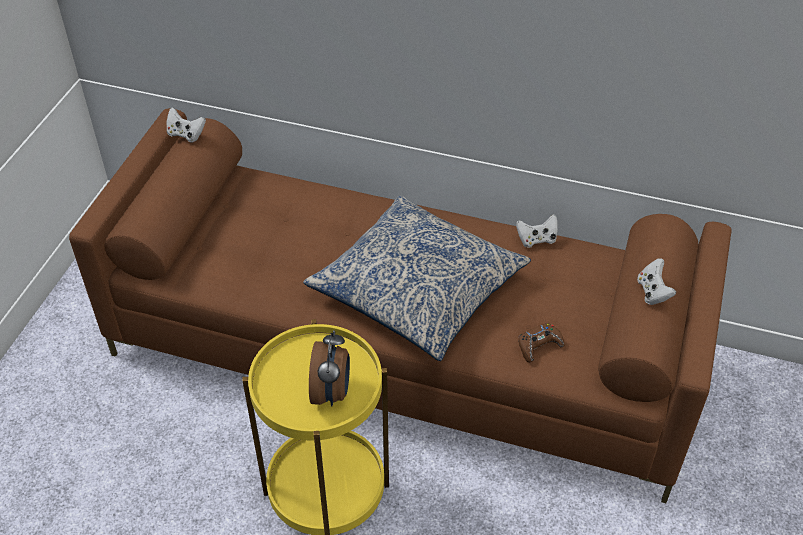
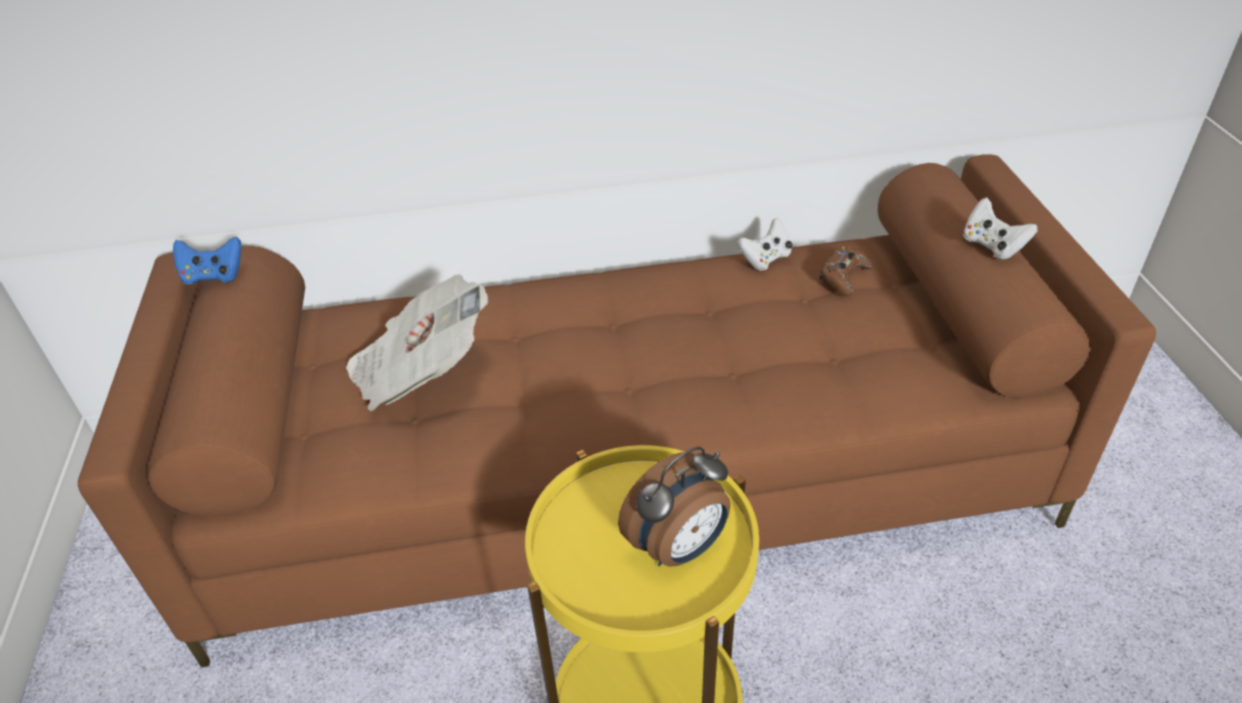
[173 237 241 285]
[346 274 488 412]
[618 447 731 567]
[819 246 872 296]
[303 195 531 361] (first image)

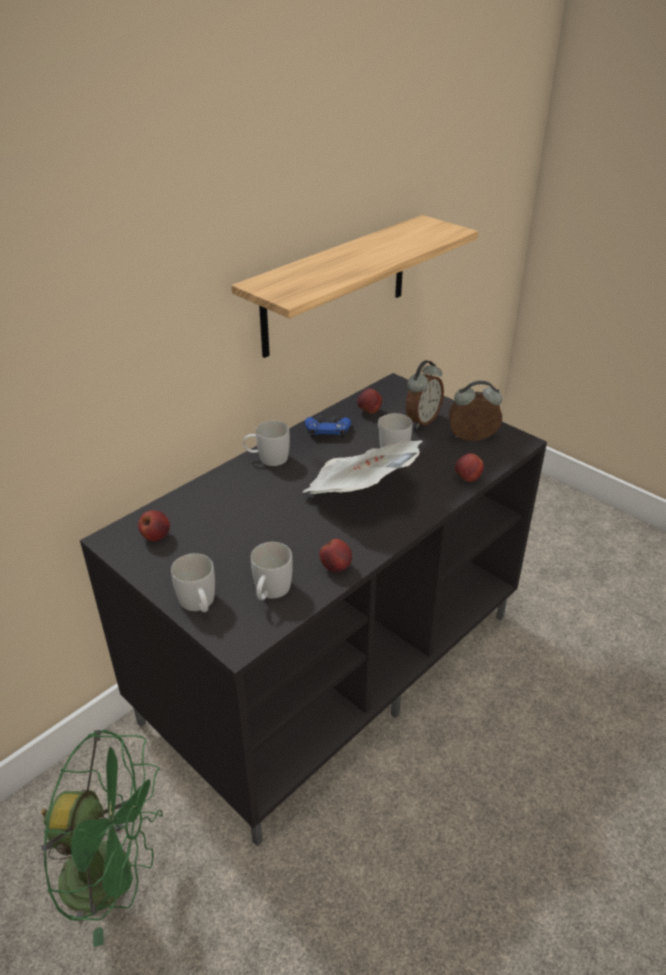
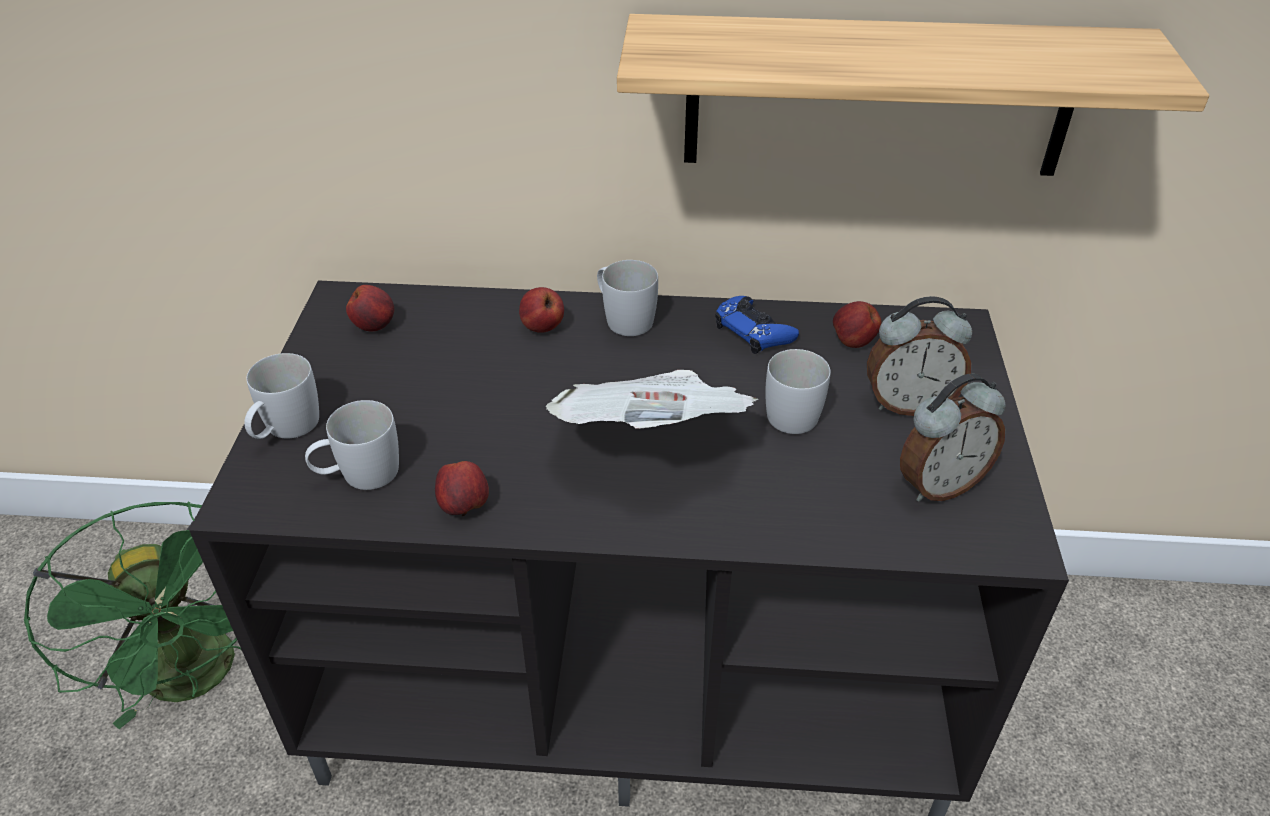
[519 287 564 333]
[900 374 1005 502]

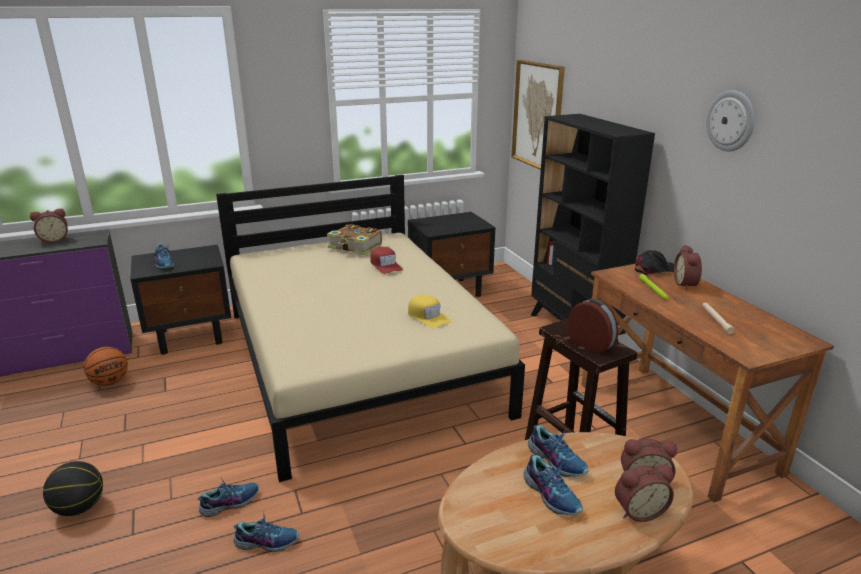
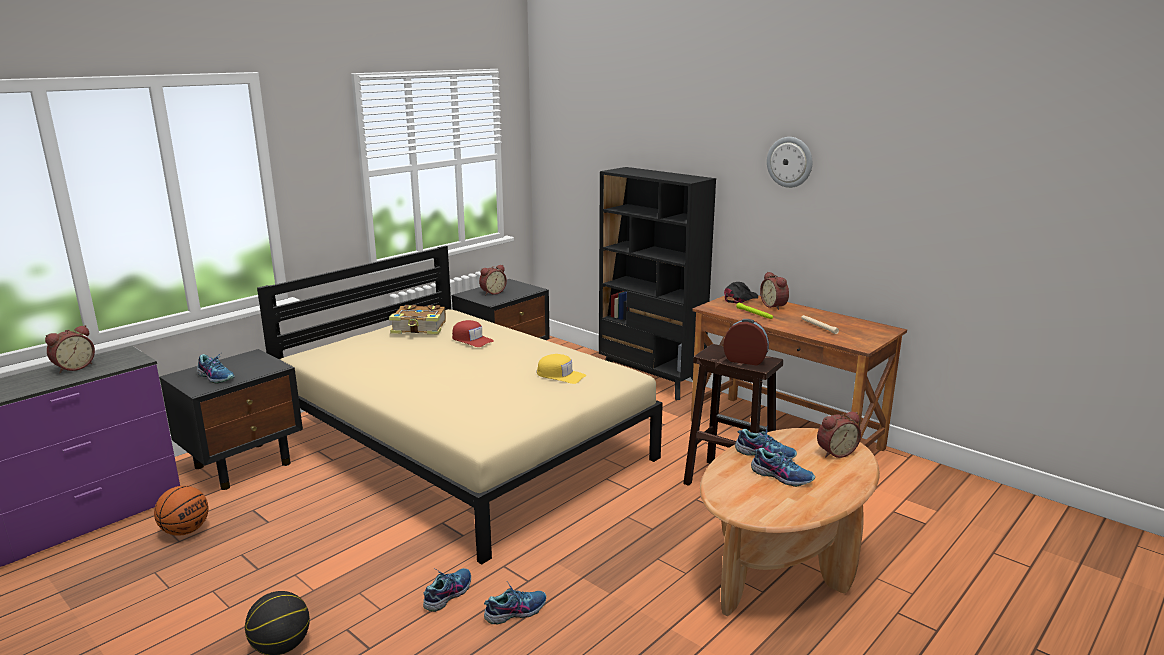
[479 265 507 295]
[512 60 565 170] (first image)

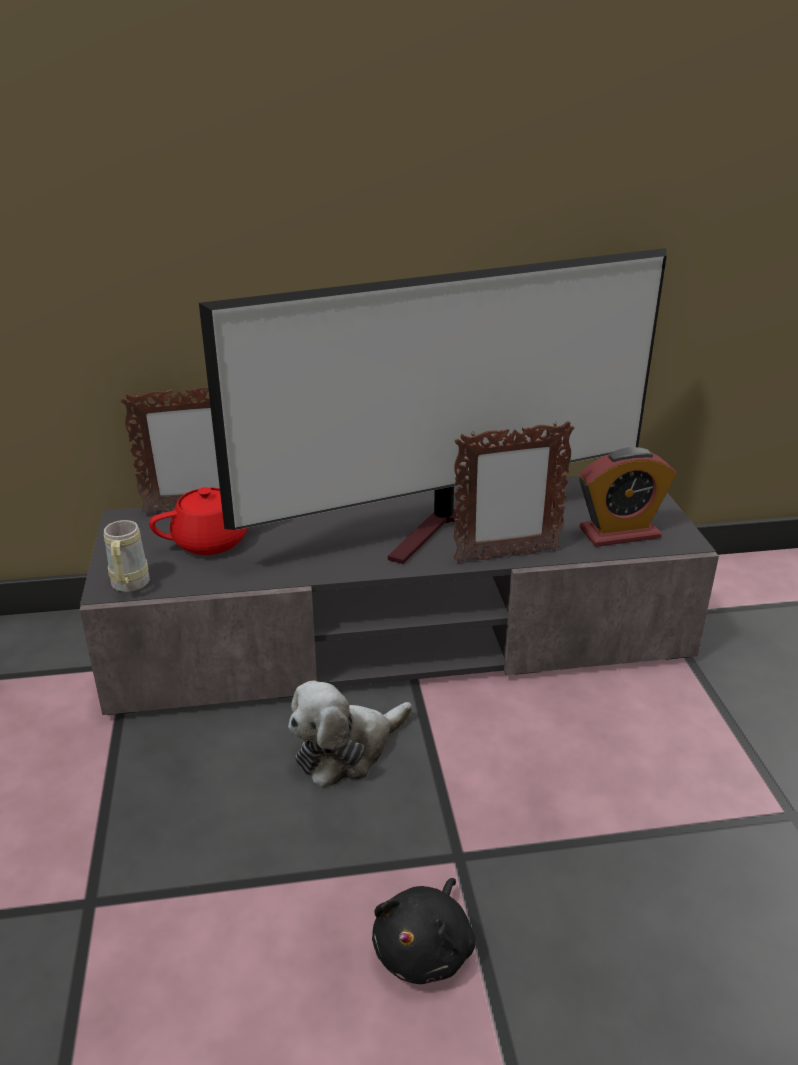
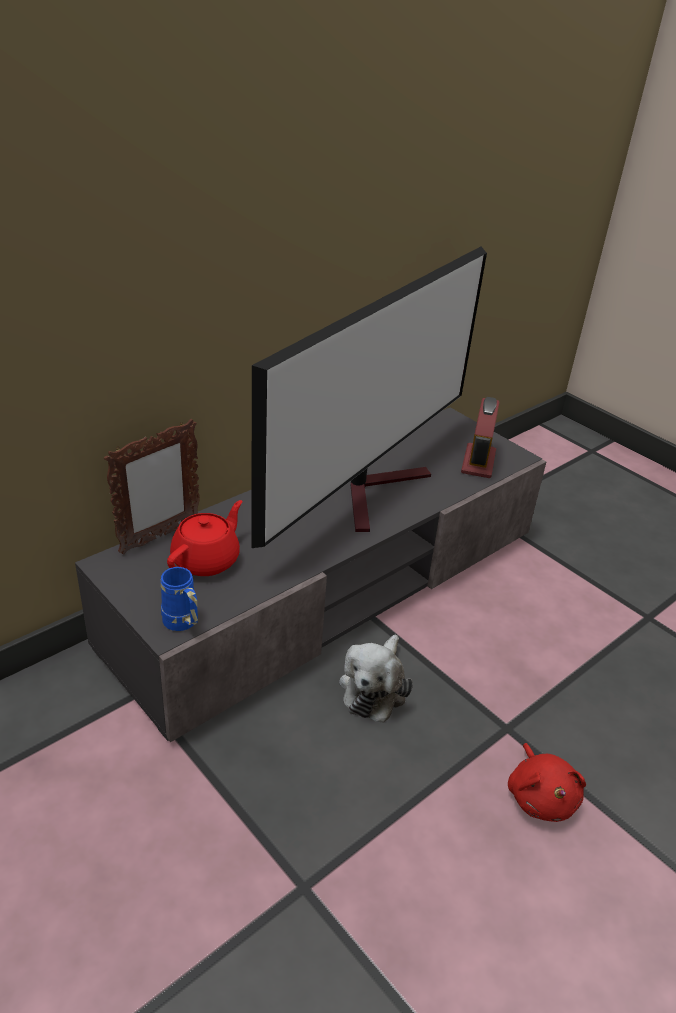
[161 567 198 631]
[461 397 500 478]
[508 743 586 822]
[454 421 574 563] (first image)

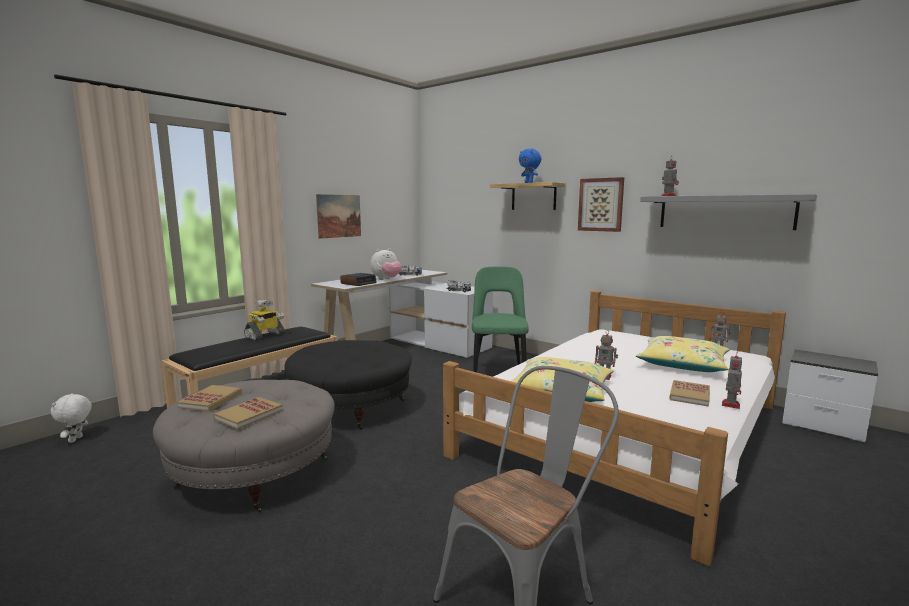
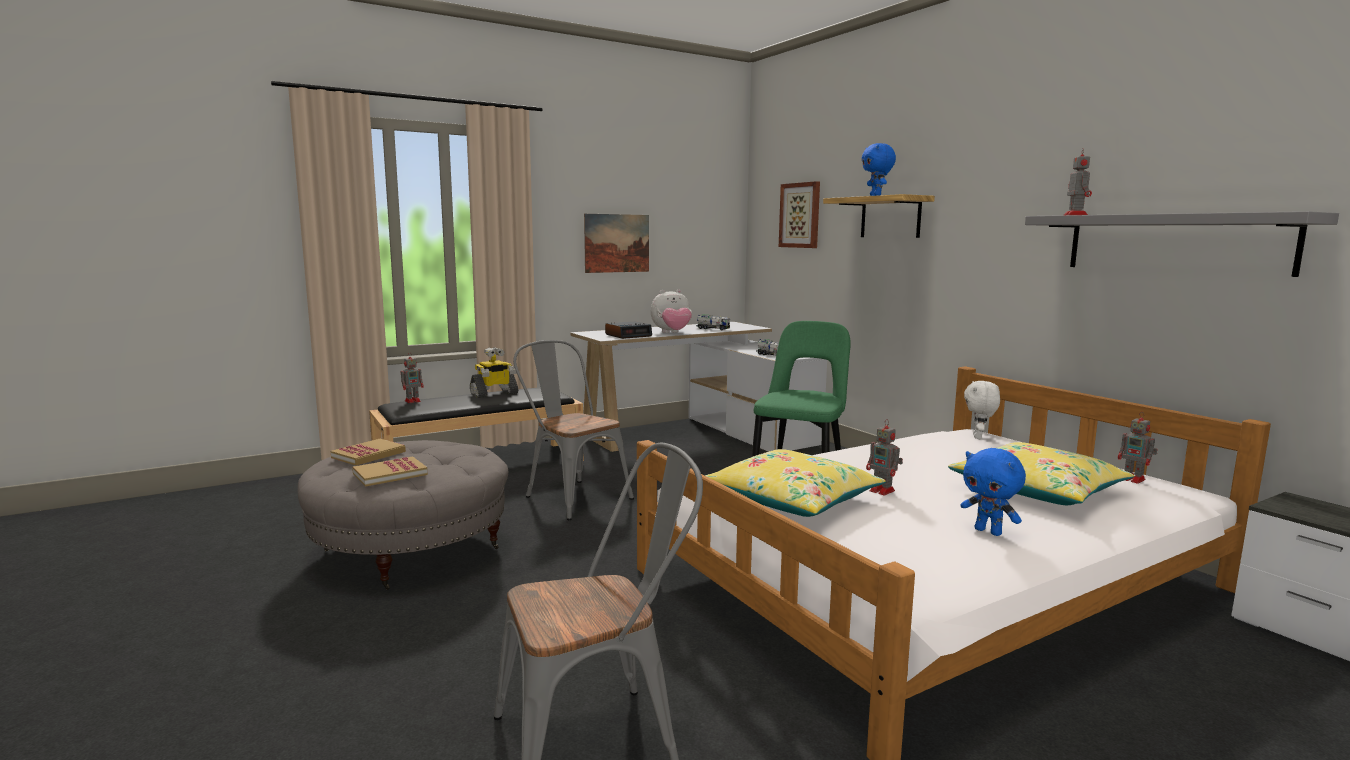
[401 354 424 403]
[513 340 634 520]
[779 181 820 248]
[960 448 1026 536]
[964 381 1000 439]

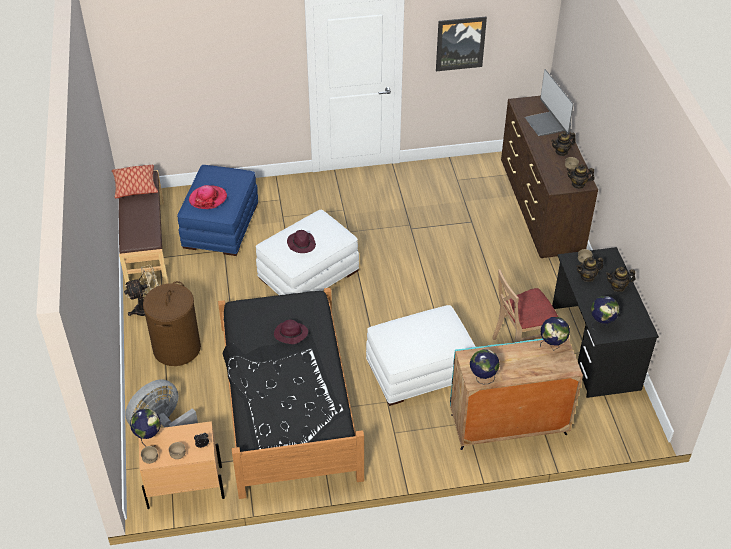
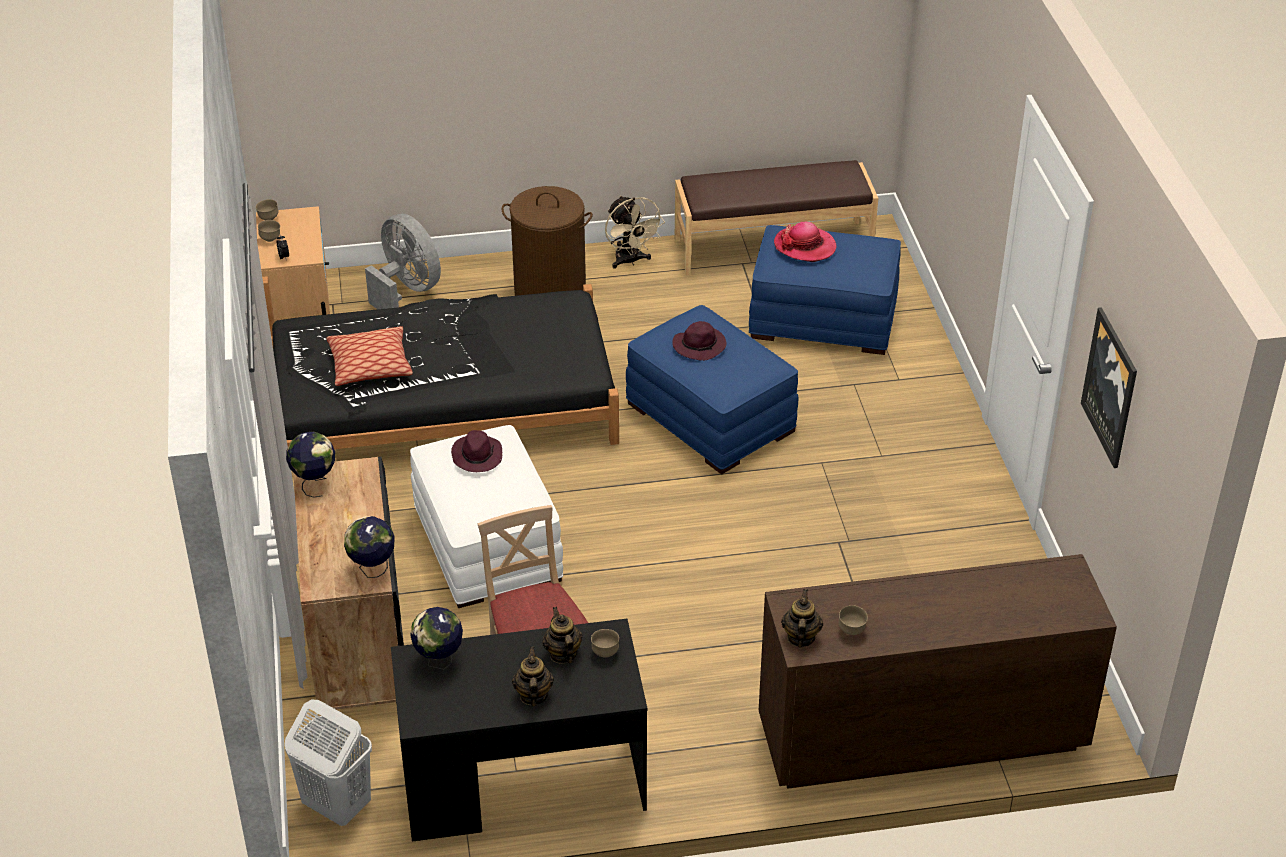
[285 700 372 826]
[294 457 404 709]
[327 326 413 386]
[451 430 502 472]
[626 305 798 475]
[130 409 161 447] (first image)
[525 69 574 136] (first image)
[551 132 576 156] (first image)

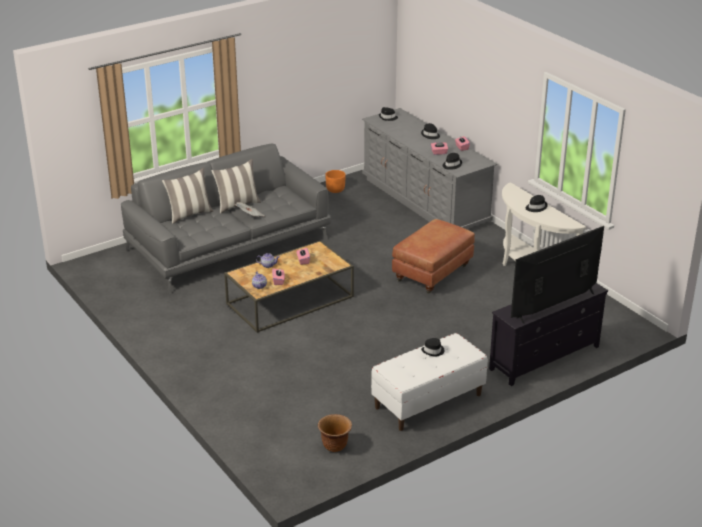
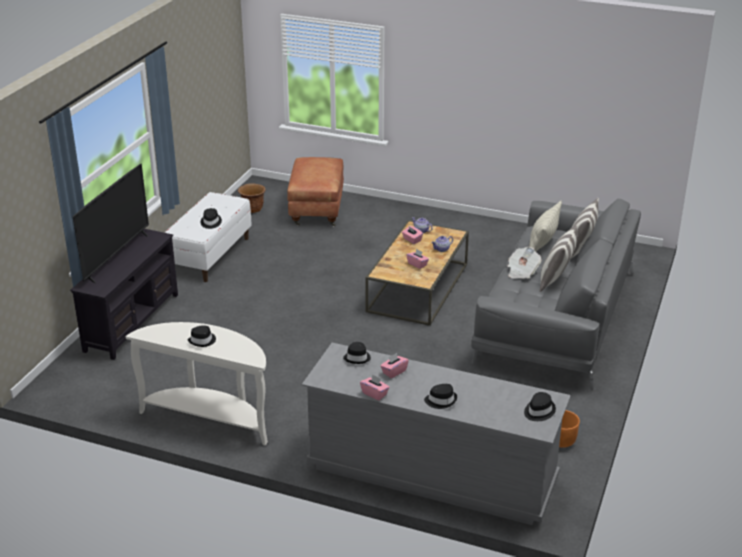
[287 157 344 227]
[529 201 562 251]

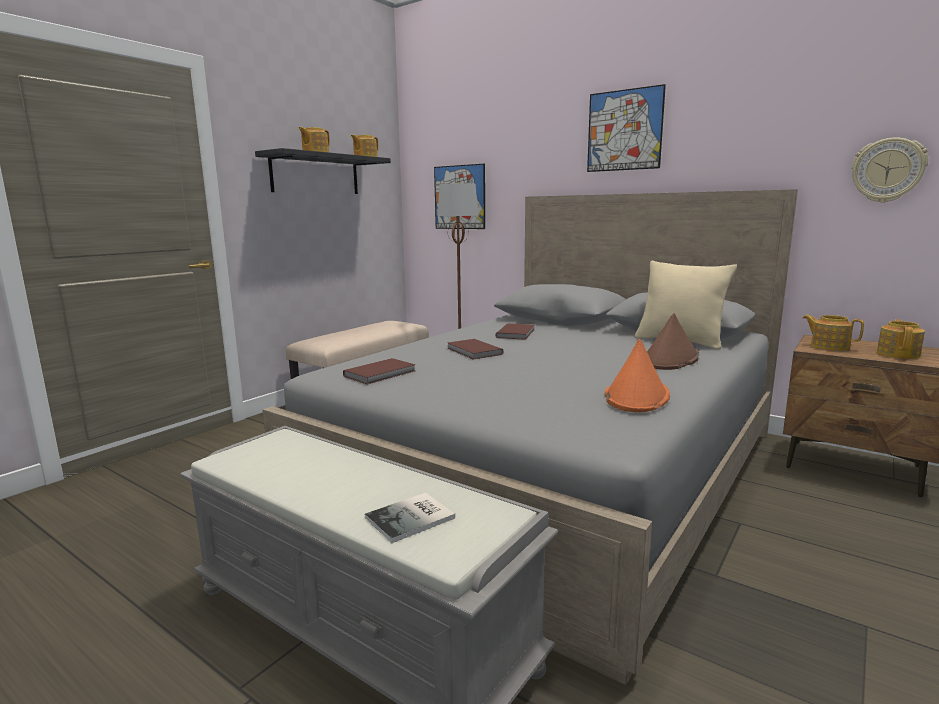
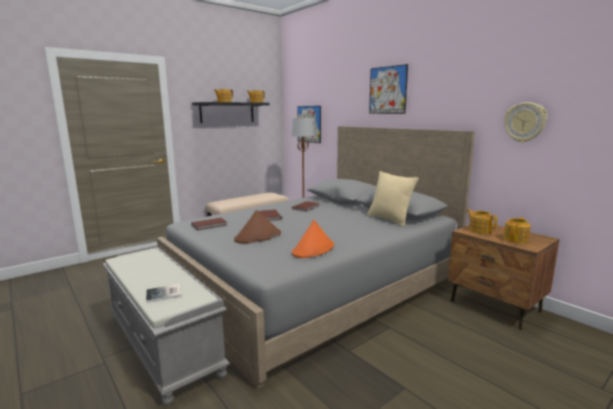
[234 210 281 243]

